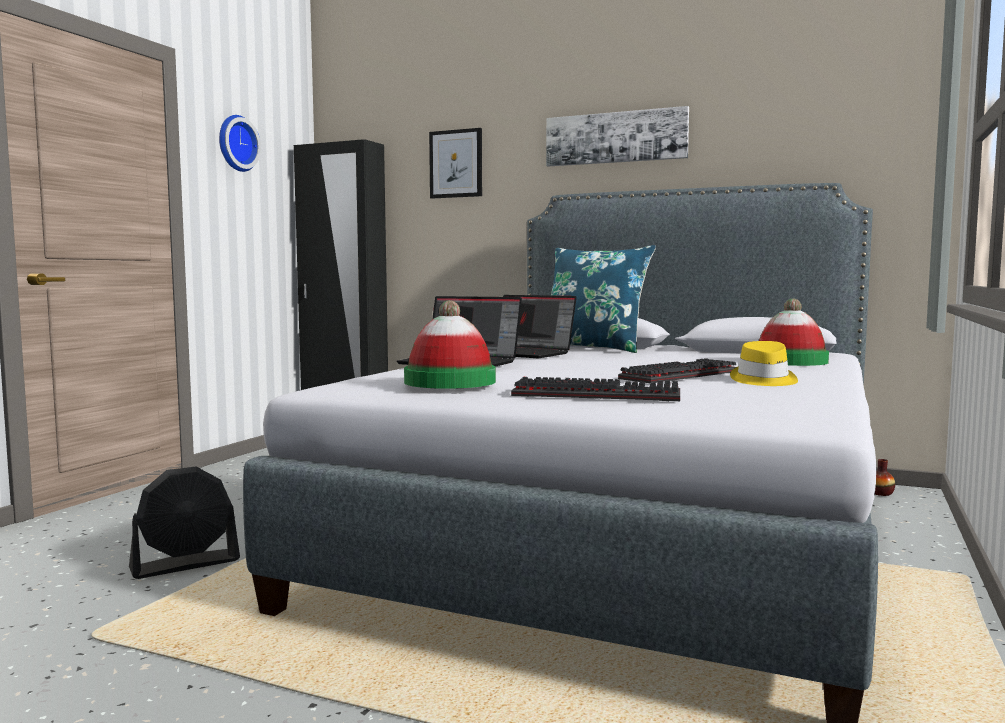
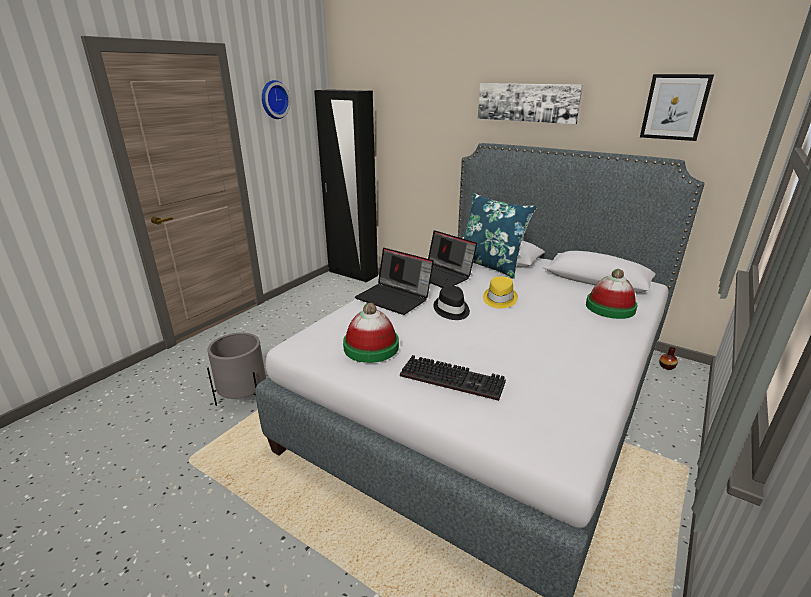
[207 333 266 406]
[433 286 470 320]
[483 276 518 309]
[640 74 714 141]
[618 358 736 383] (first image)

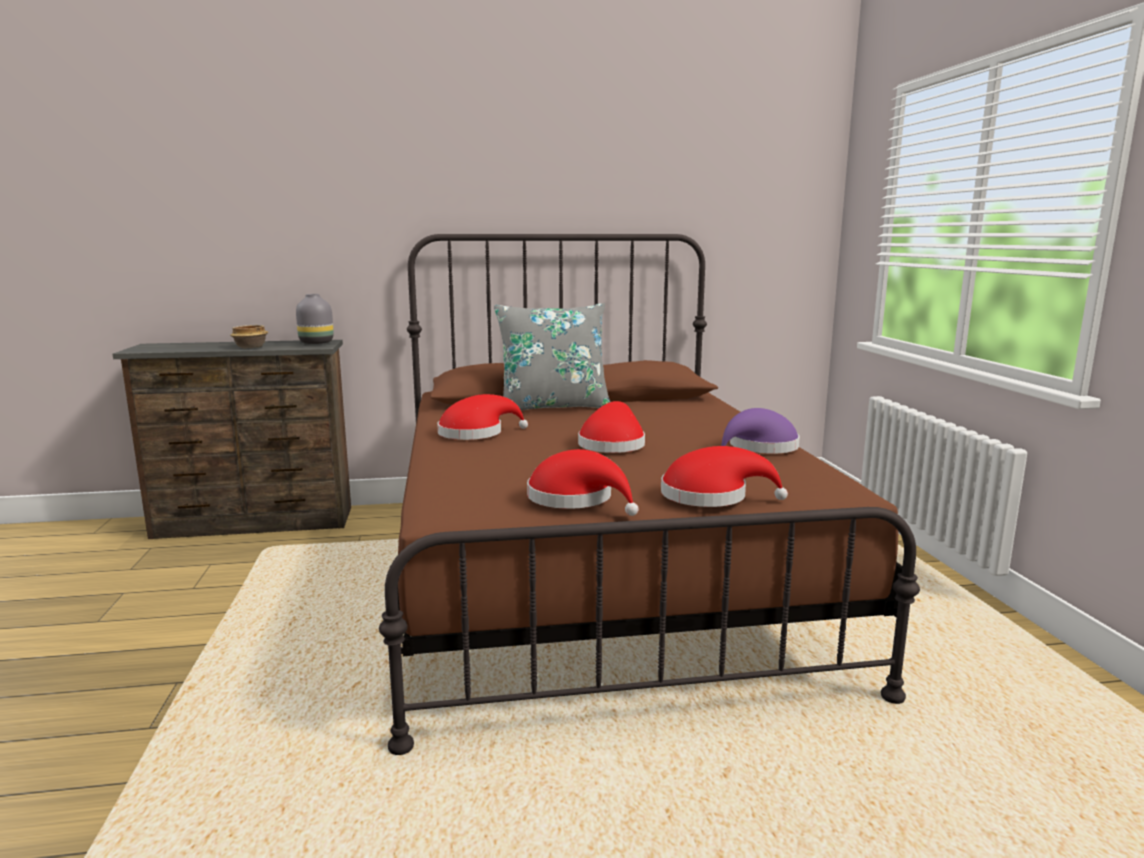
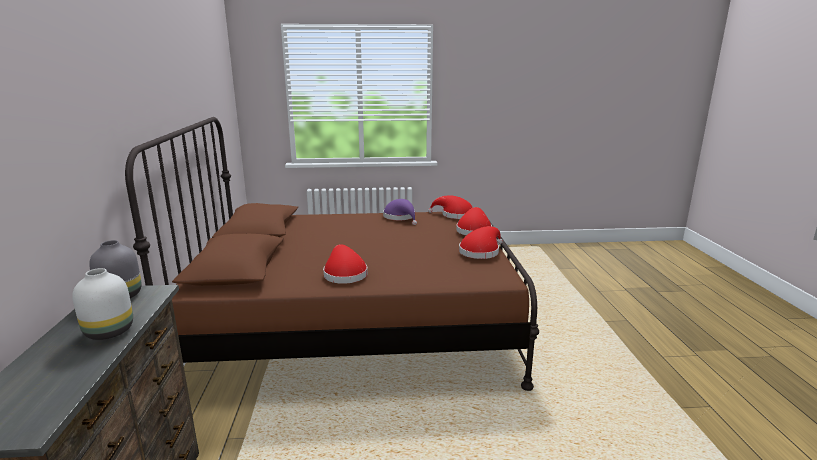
[72 268 133 340]
[428 195 473 219]
[494 303 610 410] (first image)

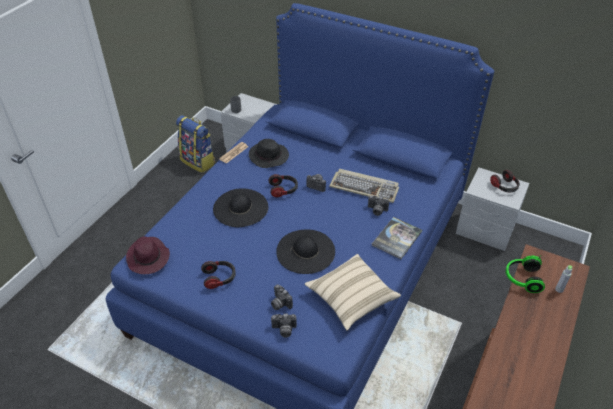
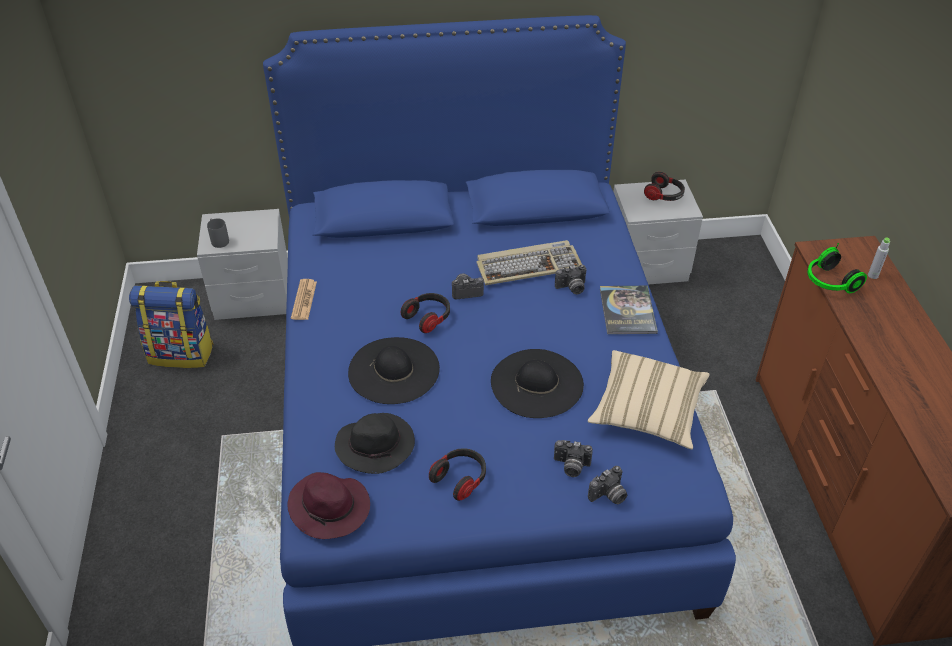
[335 413 415 474]

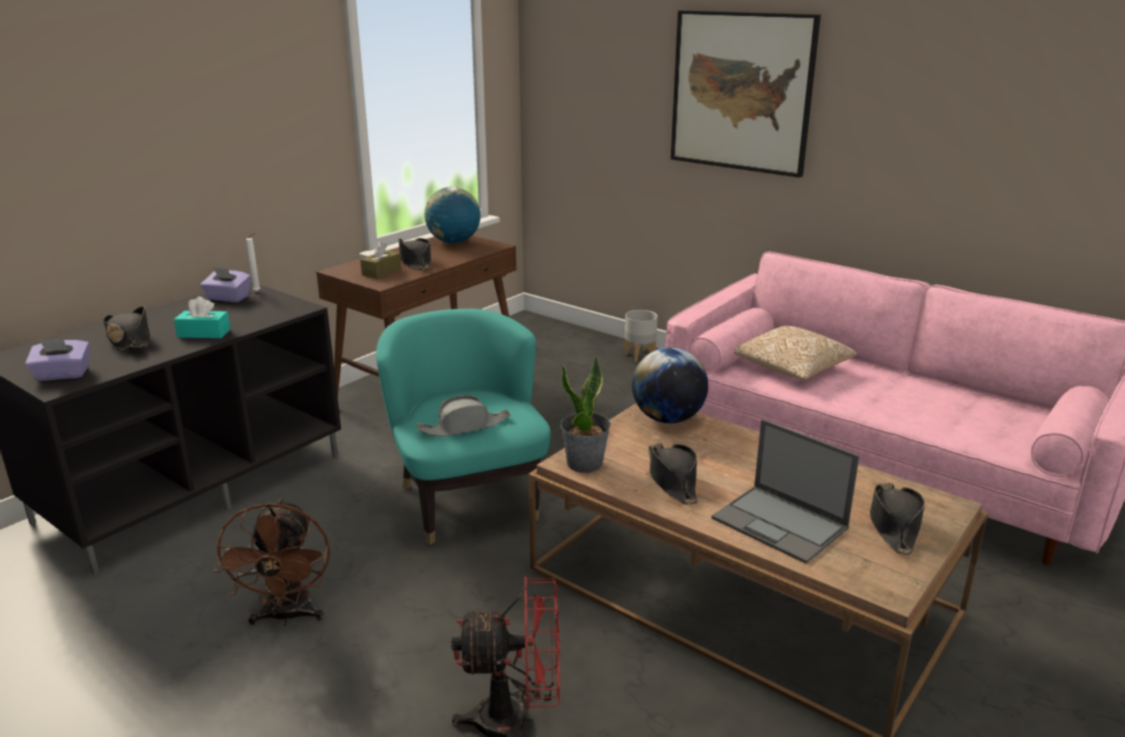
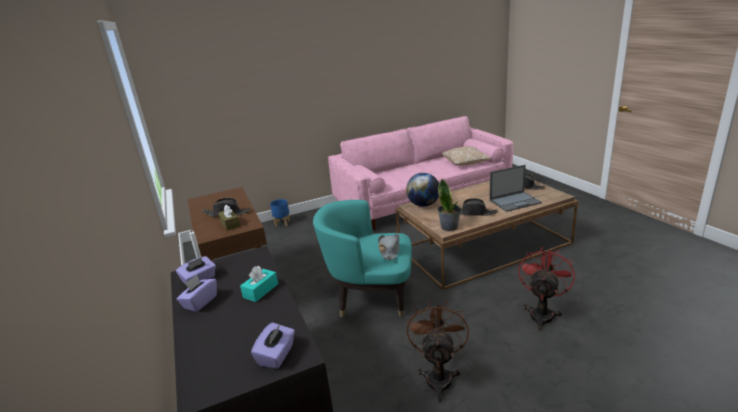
[176 275 217 312]
[270 199 290 227]
[407 300 469 402]
[442 146 491 165]
[103 306 150 350] (first image)
[425 187 480 244] (first image)
[671 10 821 178] (first image)

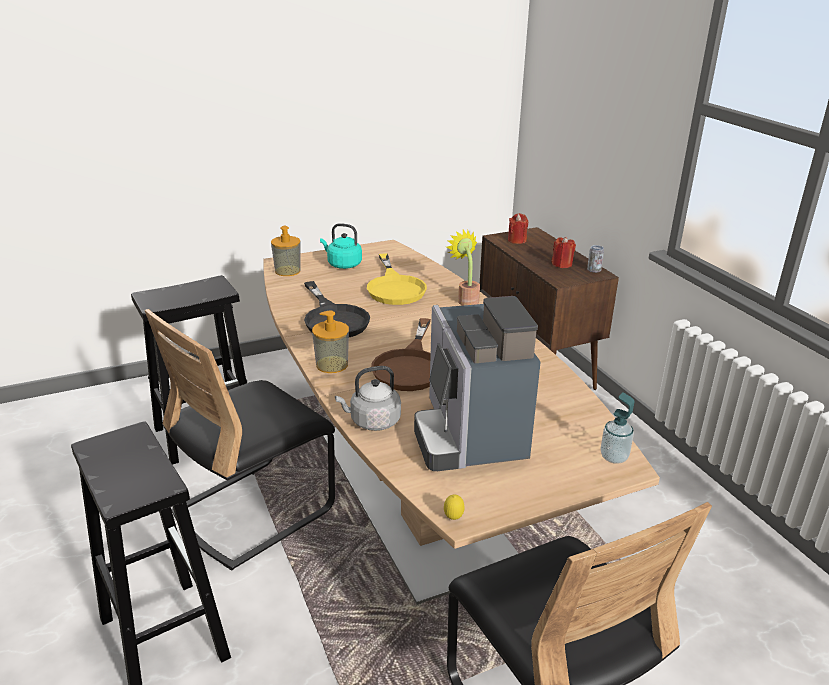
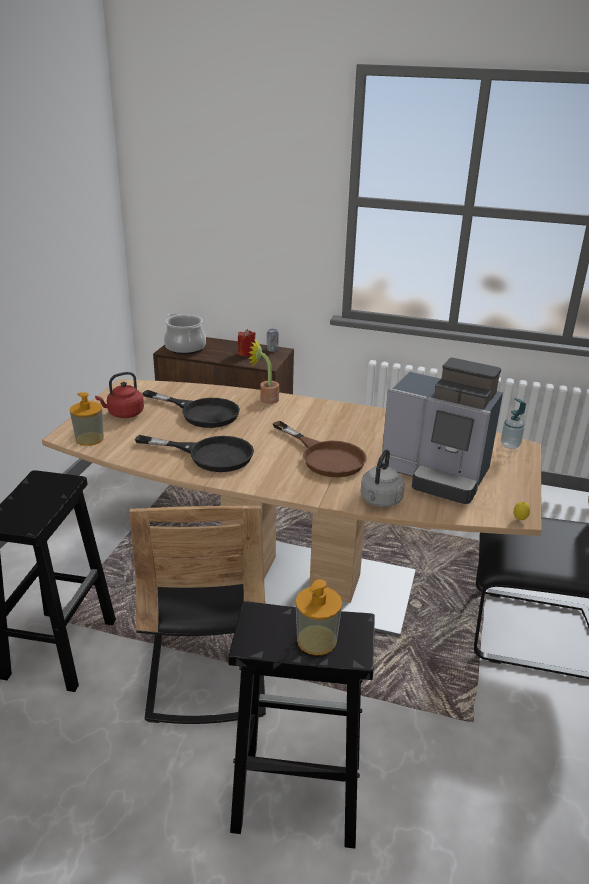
[95 372 144 418]
[142 390 240 428]
[164 313 206 354]
[295 579 342 655]

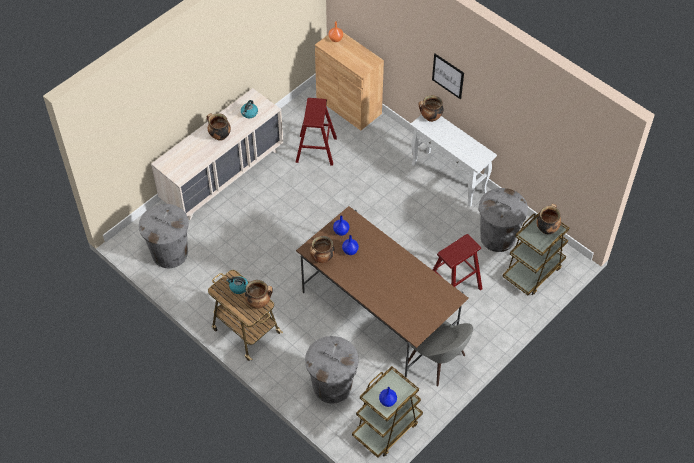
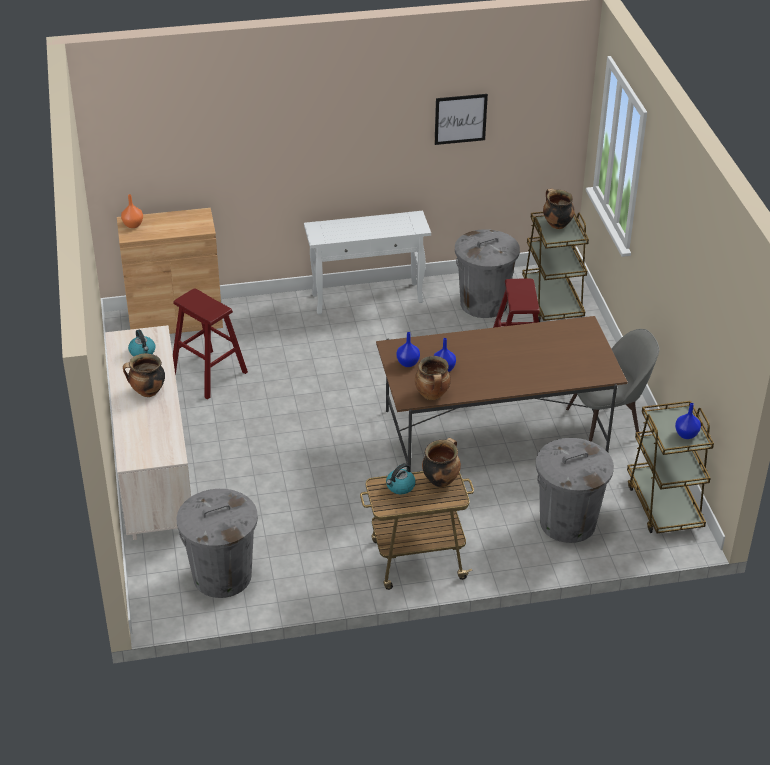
[435 94 488 145]
[418 95 443 122] (first image)

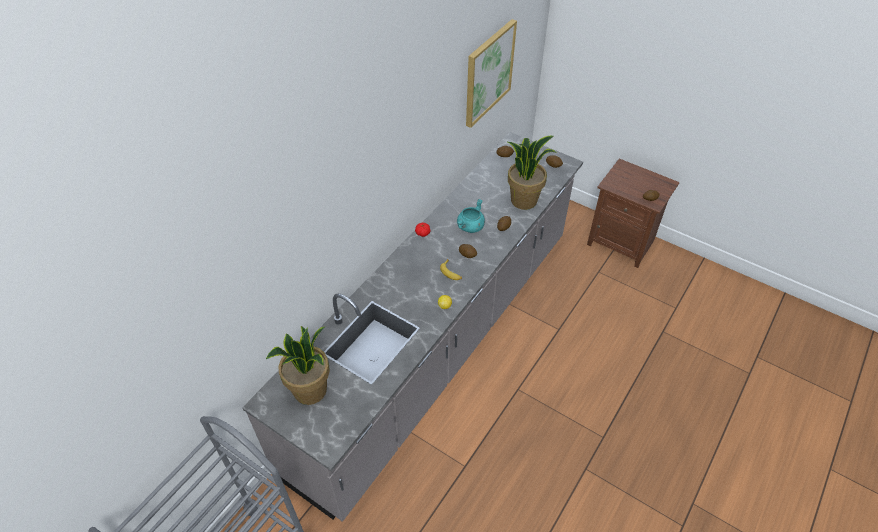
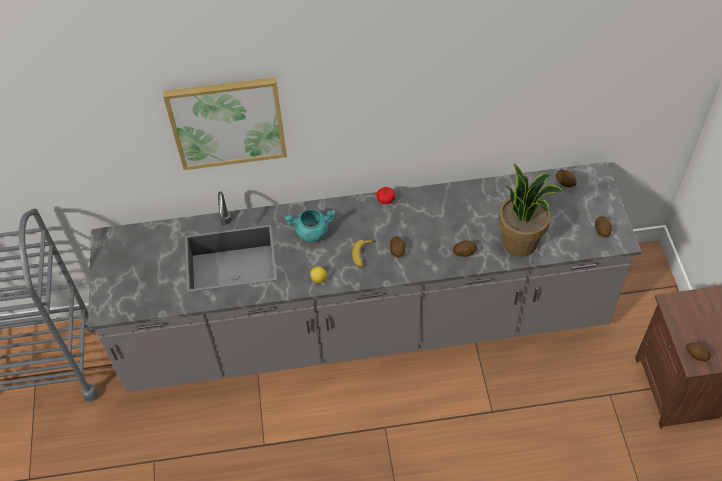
[163 77 287 170]
[284 209 335 242]
[266 326 330 405] (first image)

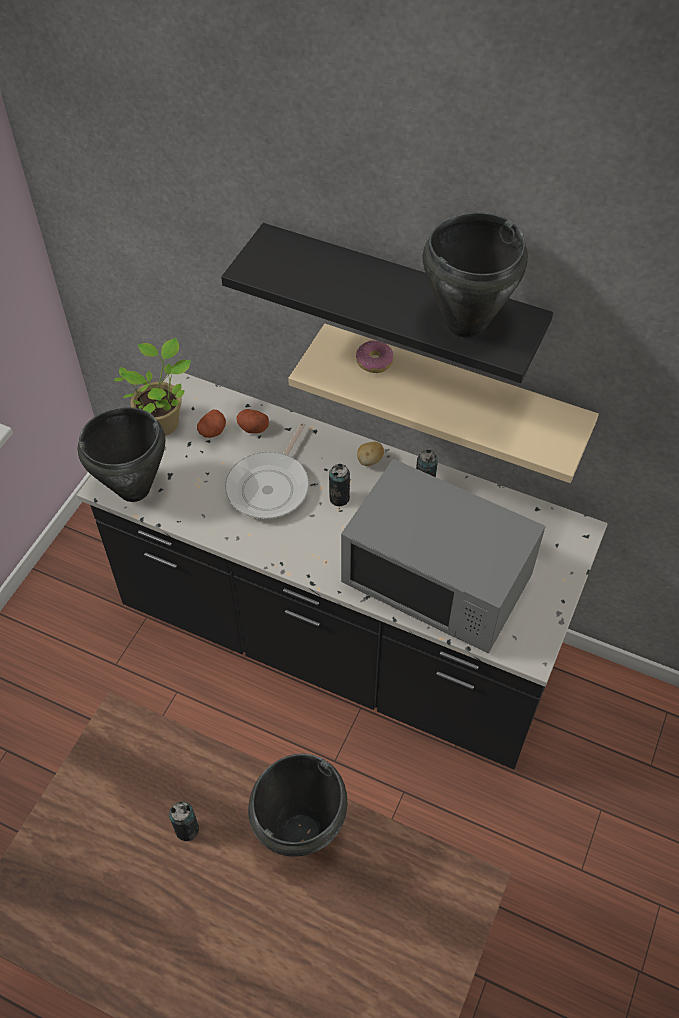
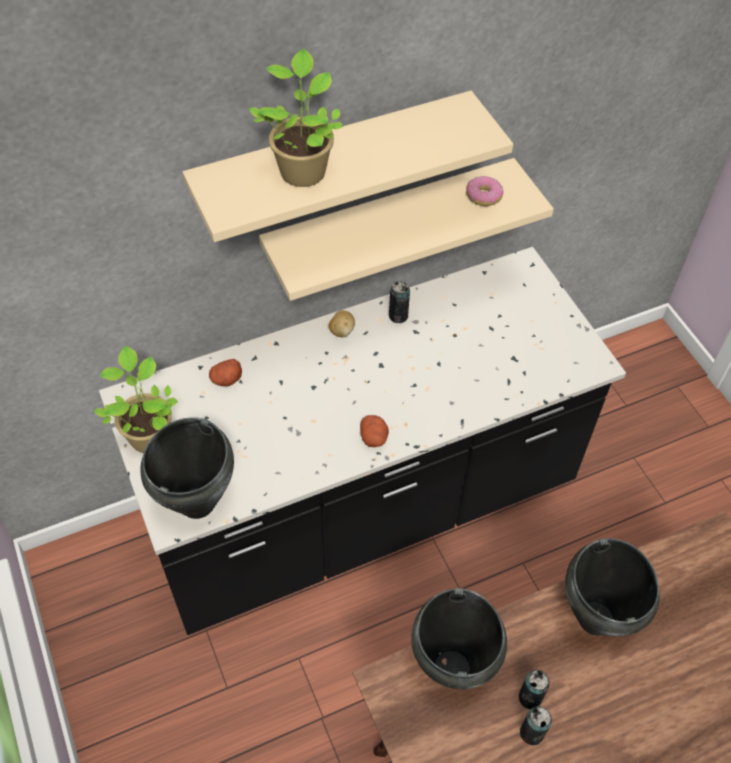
[183 91 513 242]
[249 49 343 187]
[360 415 389 447]
[411 588 507 689]
[466 176 504 206]
[520 706 552 745]
[225 422 309 519] (first image)
[341 459 546 653] (first image)

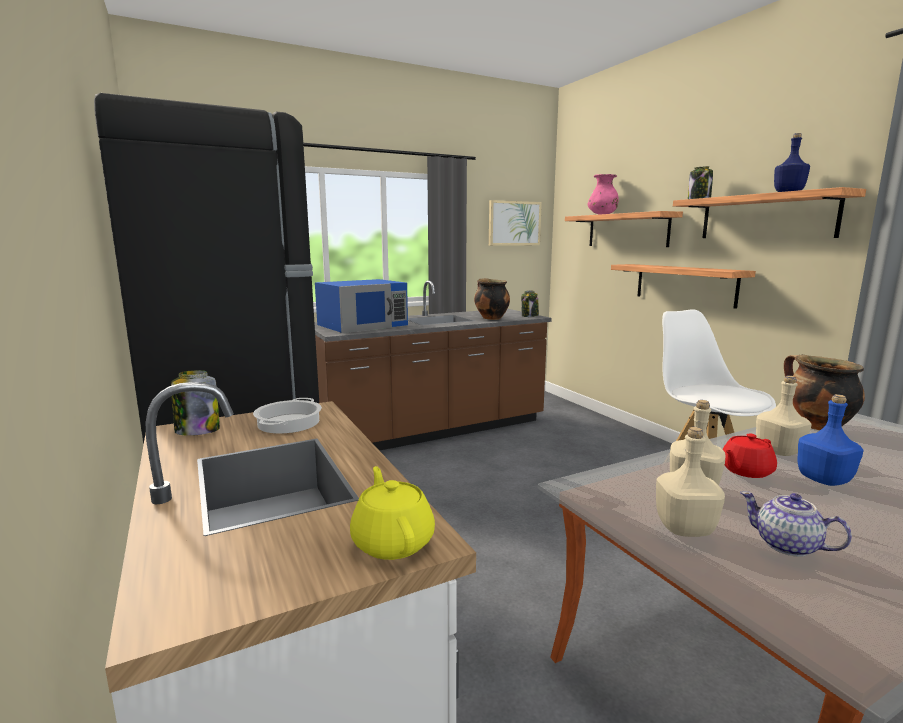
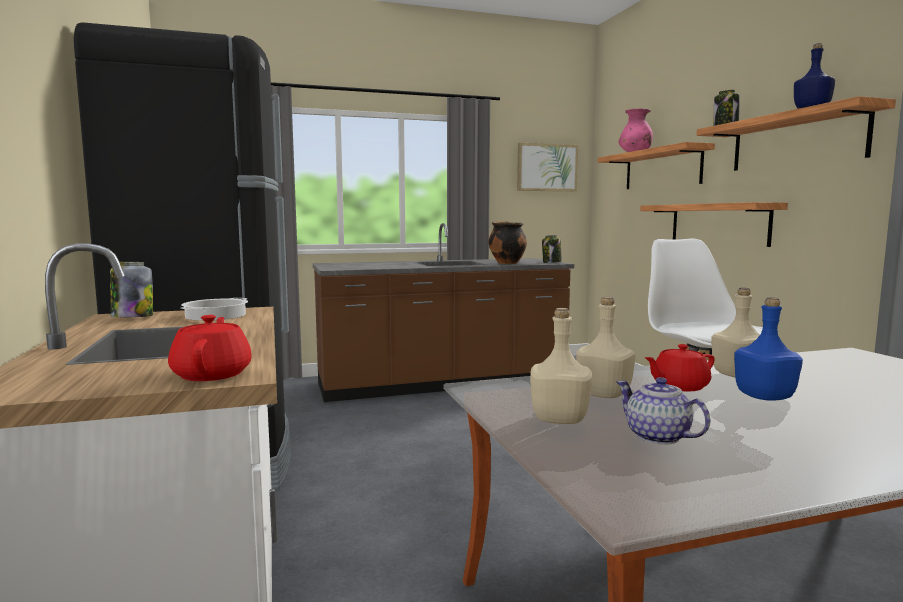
[168 315 252 381]
[315 279 408 333] (first image)
[784 355 865 430] (first image)

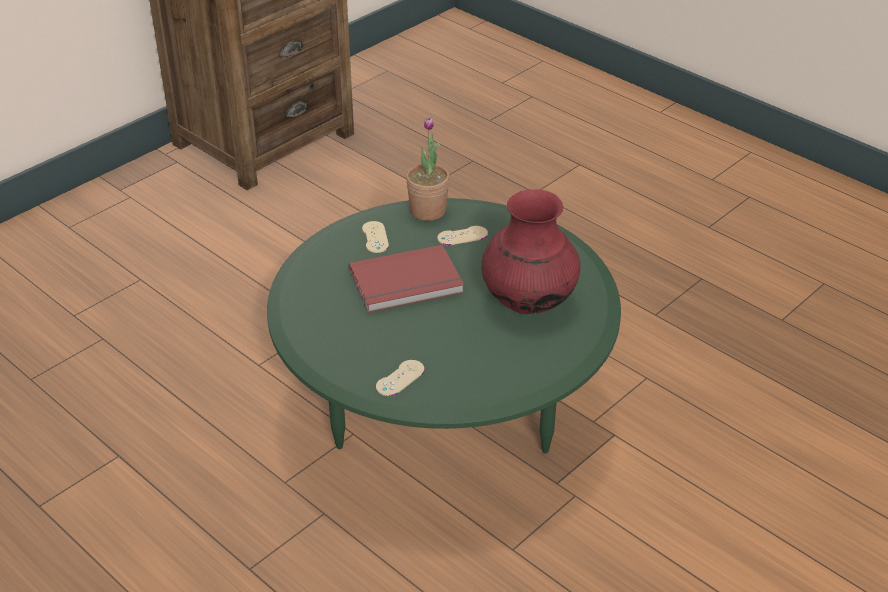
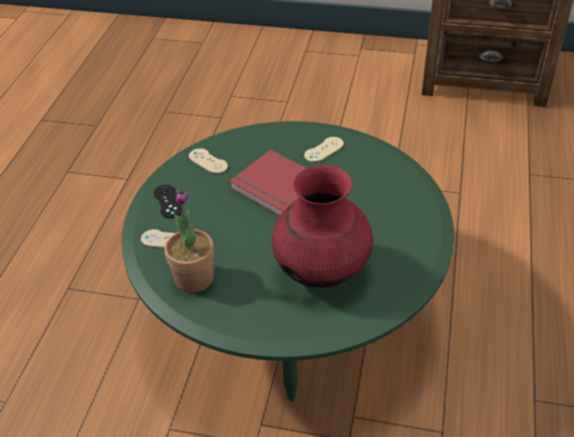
[154 185 182 218]
[165 190 214 293]
[189 148 228 174]

